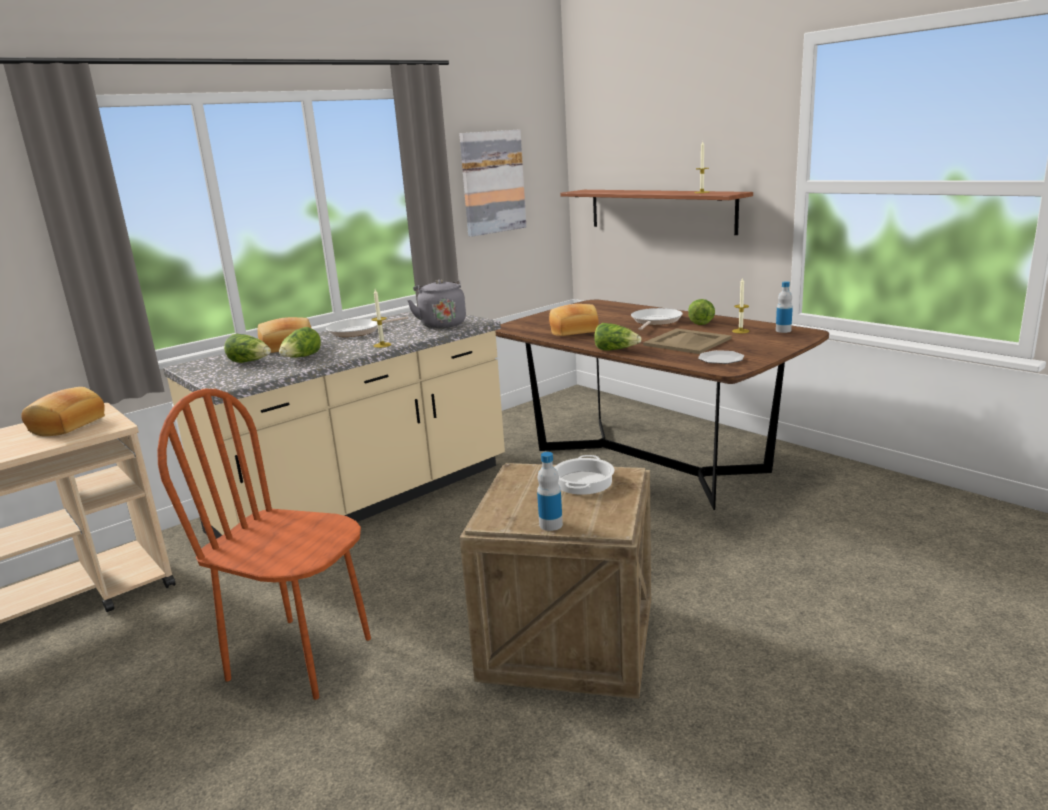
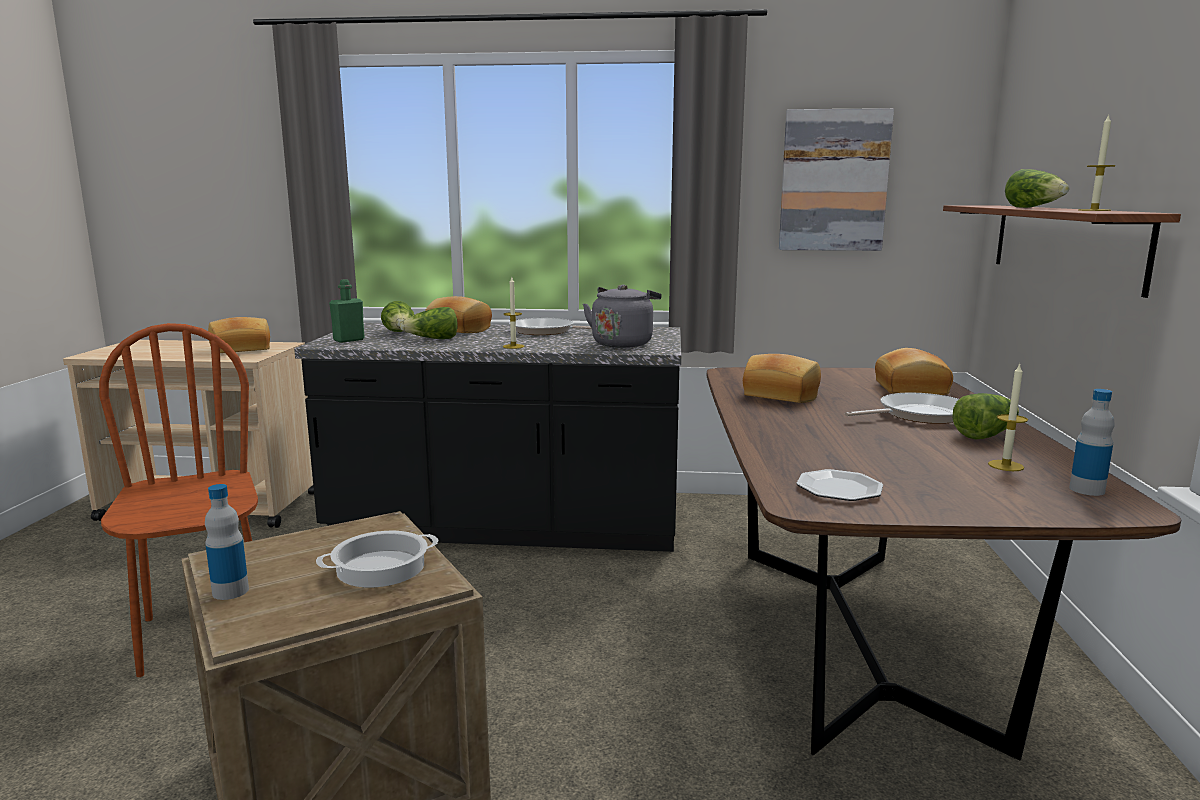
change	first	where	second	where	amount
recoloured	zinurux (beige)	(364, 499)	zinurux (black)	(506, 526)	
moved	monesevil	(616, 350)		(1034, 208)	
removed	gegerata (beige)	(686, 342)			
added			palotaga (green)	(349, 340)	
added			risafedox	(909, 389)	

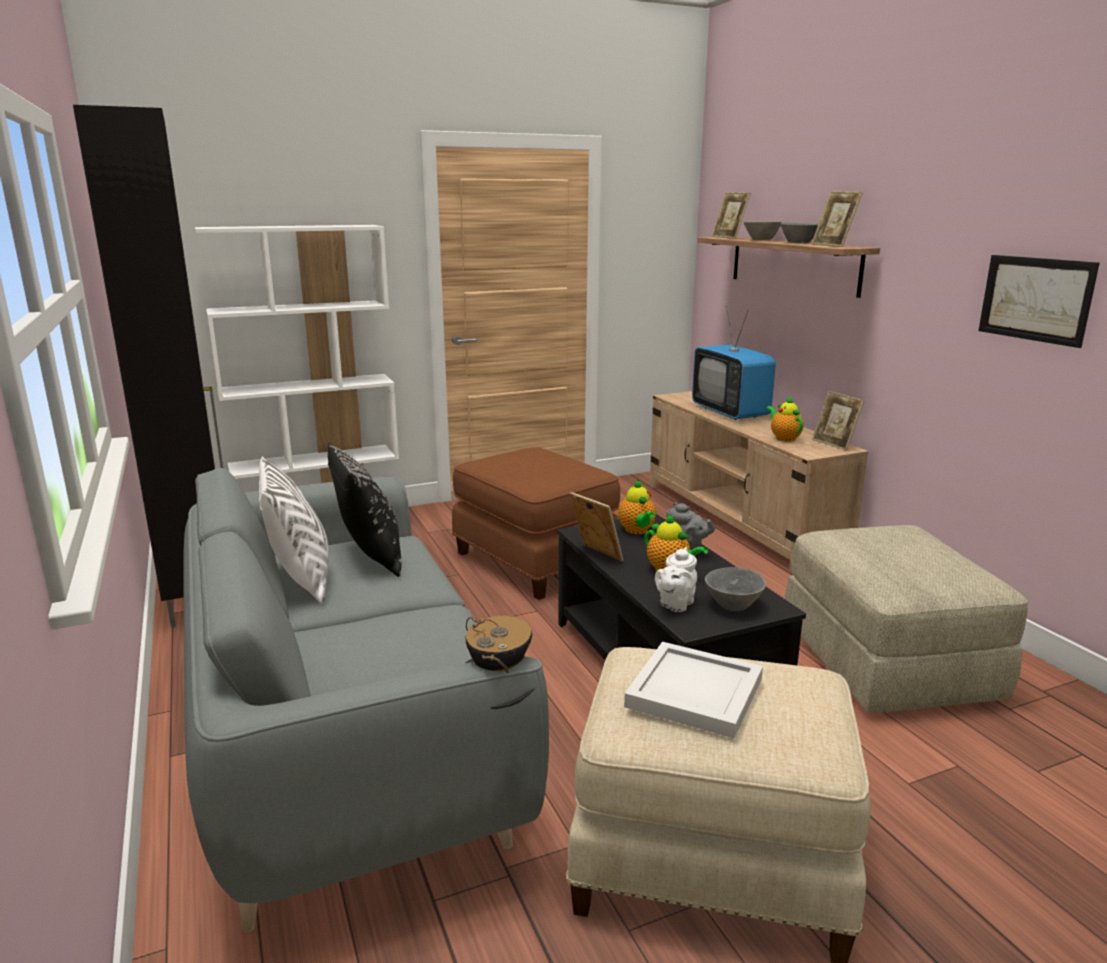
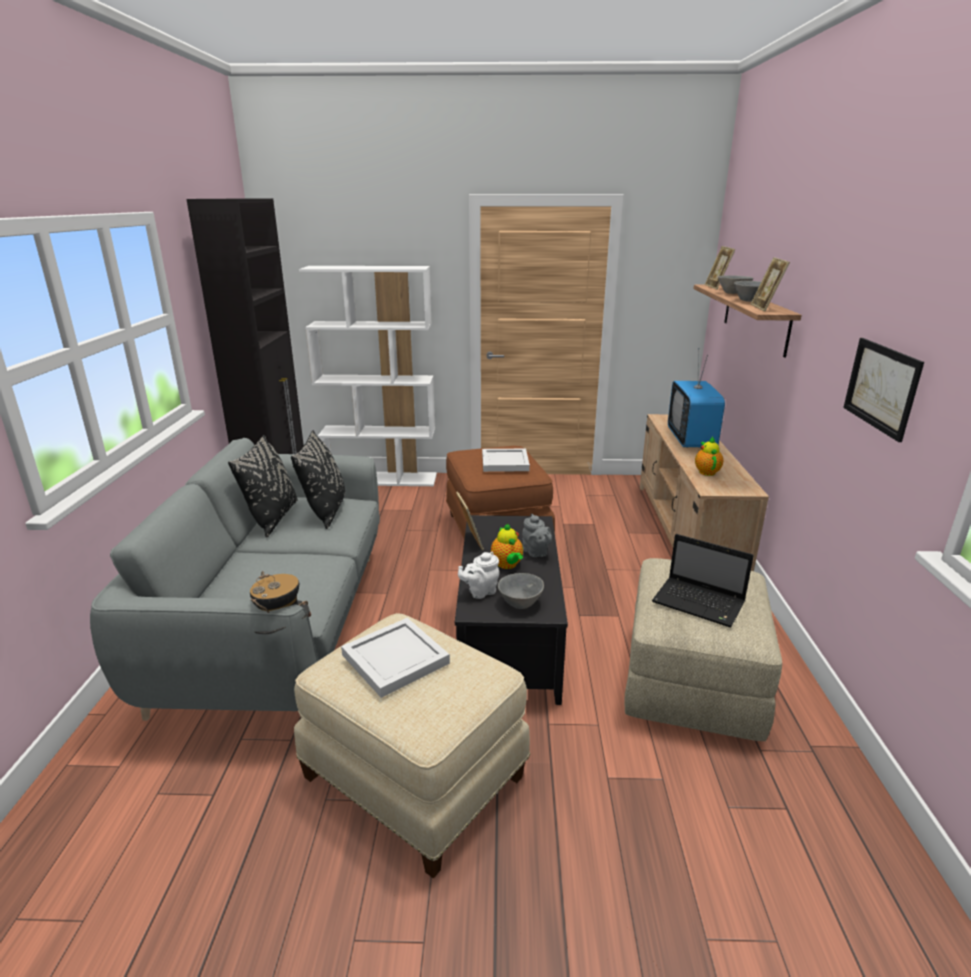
change	first	where	second	where	amount
removed	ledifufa	(834, 444)			
recoloured	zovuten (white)	(301, 579)	zovuten (black)	(273, 518)	
removed	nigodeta	(637, 531)			
added			gegerata (white)	(505, 462)	
added			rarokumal	(700, 603)	

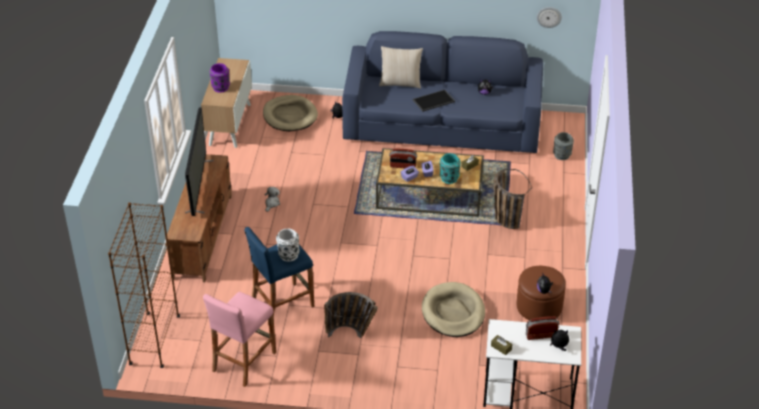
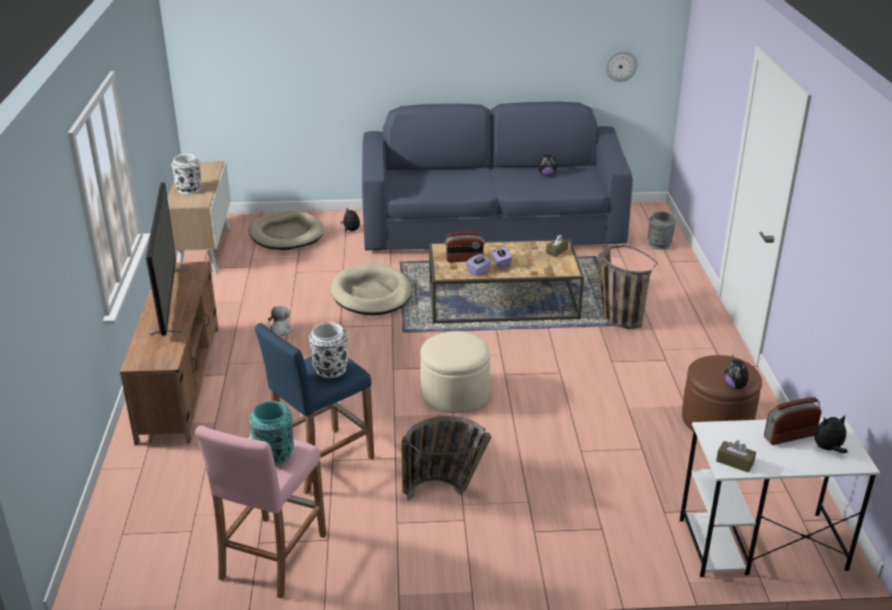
change	first	where	second	where	amount
removed	zovuten (beige)	(400, 83)			
recoloured	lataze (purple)	(220, 87)	lataze (white)	(189, 189)	
removed	gegerata	(433, 101)			
moved	lataze (turquoise)	(449, 178)		(274, 453)	
removed	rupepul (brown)	(154, 341)			
moved	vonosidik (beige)	(453, 312)		(371, 294)	
added			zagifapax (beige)	(455, 393)	

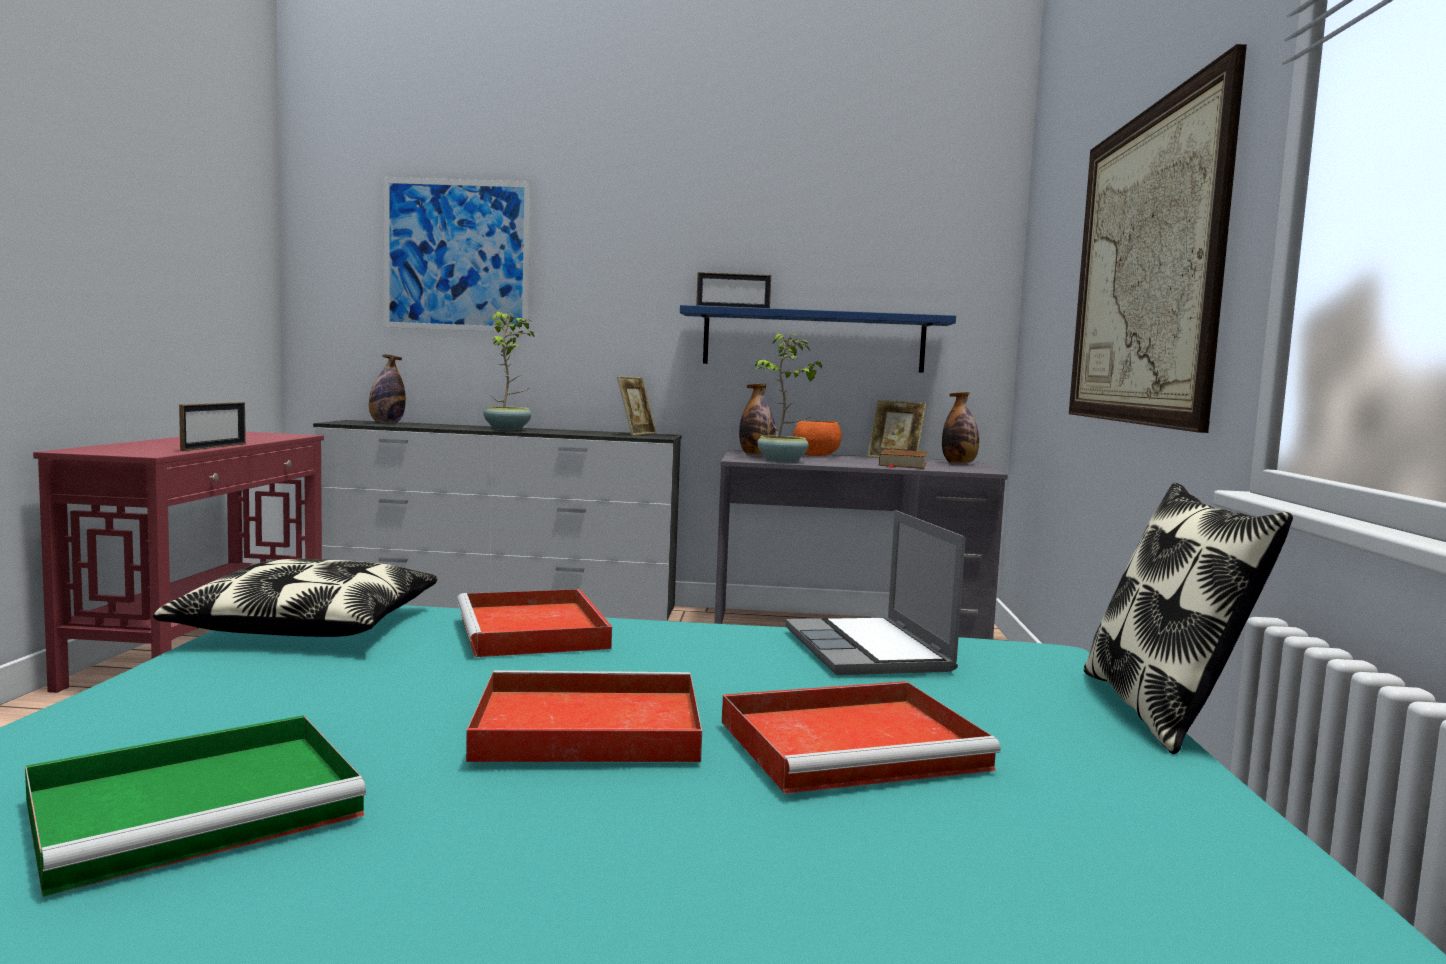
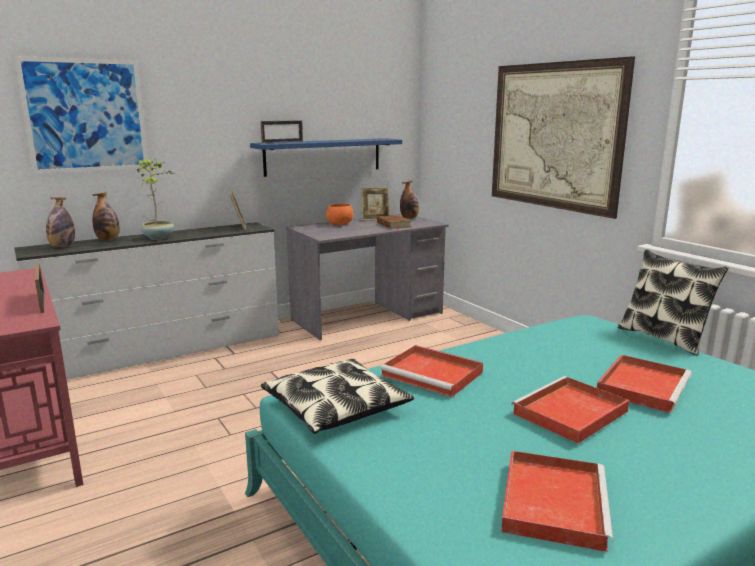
change	first	where	second	where	amount
removed	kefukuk	(783, 461)			
moved	palotaga	(756, 455)		(108, 239)	
removed	rarokumal	(870, 651)			
recoloured	gegerata (green)	(202, 806)	gegerata (red)	(553, 501)	

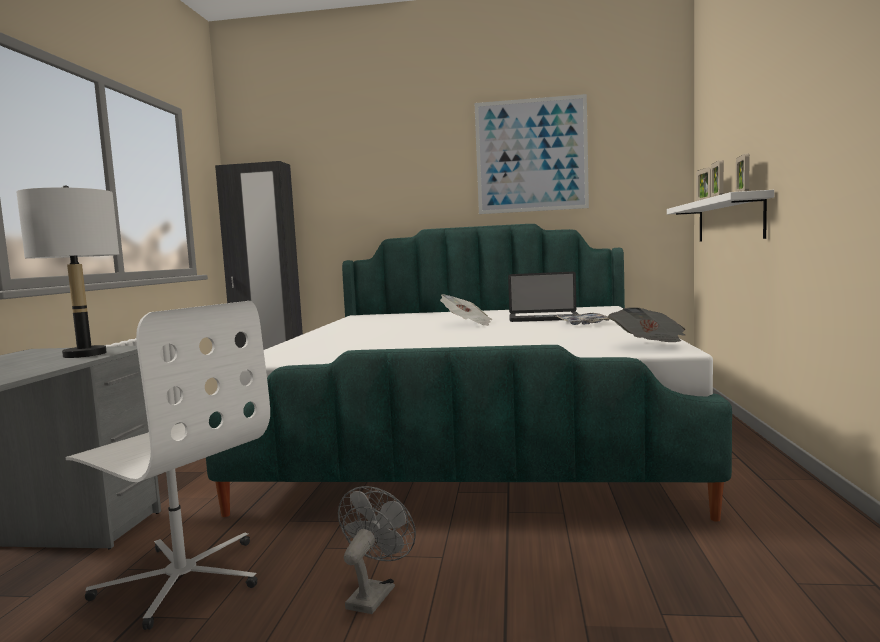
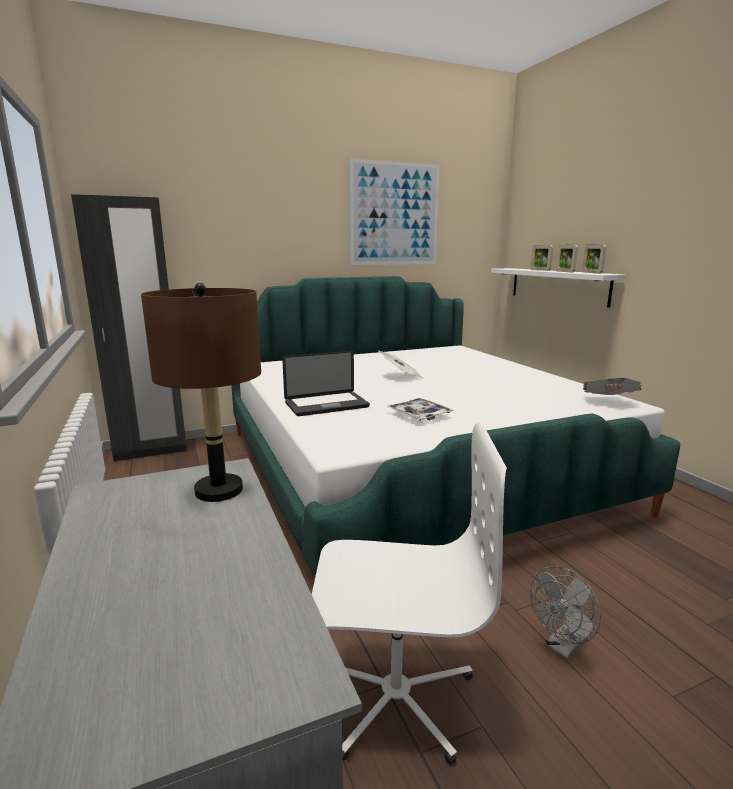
change	first	where	second	where	amount
recoloured	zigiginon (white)	(84, 354)	zigiginon (brown)	(218, 491)	
moved	rarokumal	(543, 318)		(326, 405)	
moved	gegerata	(582, 324)		(419, 415)	
turned	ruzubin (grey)	(374, 593)		(562, 647)	120 degrees counterclockwise

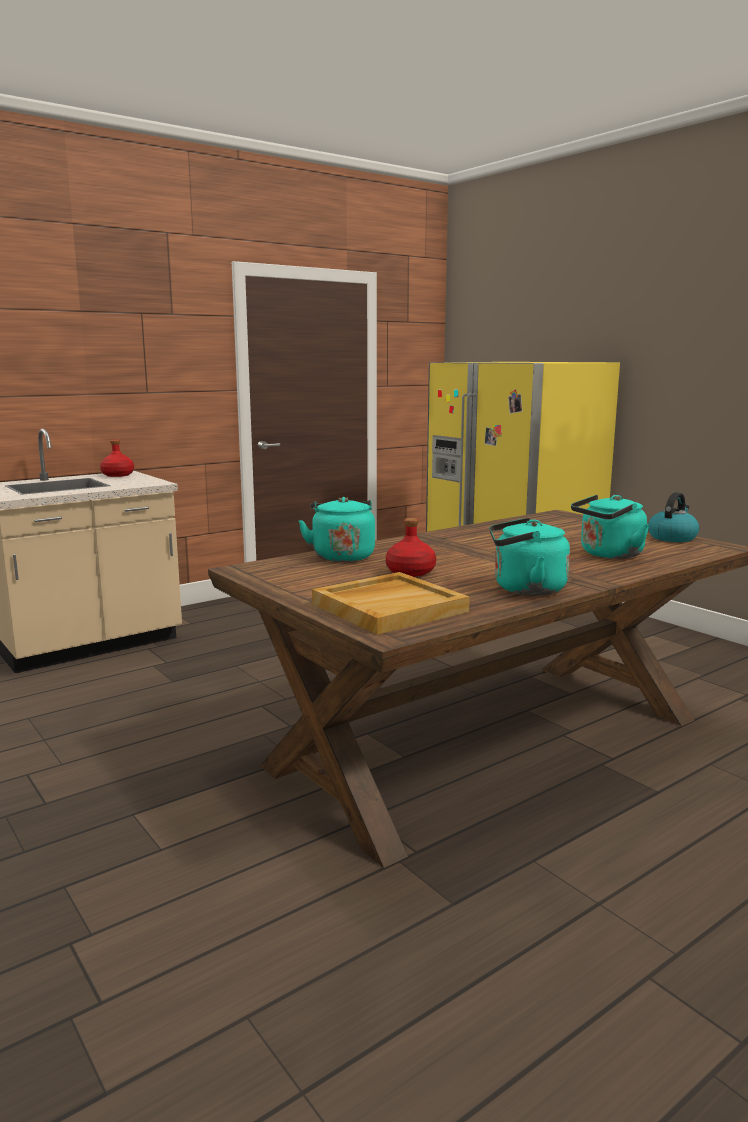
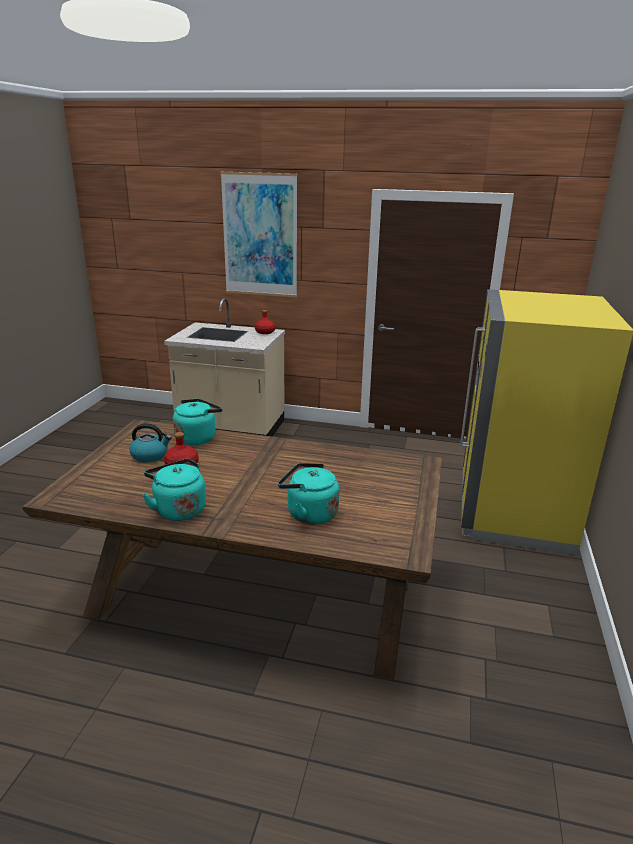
change	first	where	second	where	amount
moved	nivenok	(672, 537)		(150, 455)	
removed	gegerata (beige)	(389, 607)			
added			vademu	(260, 235)	

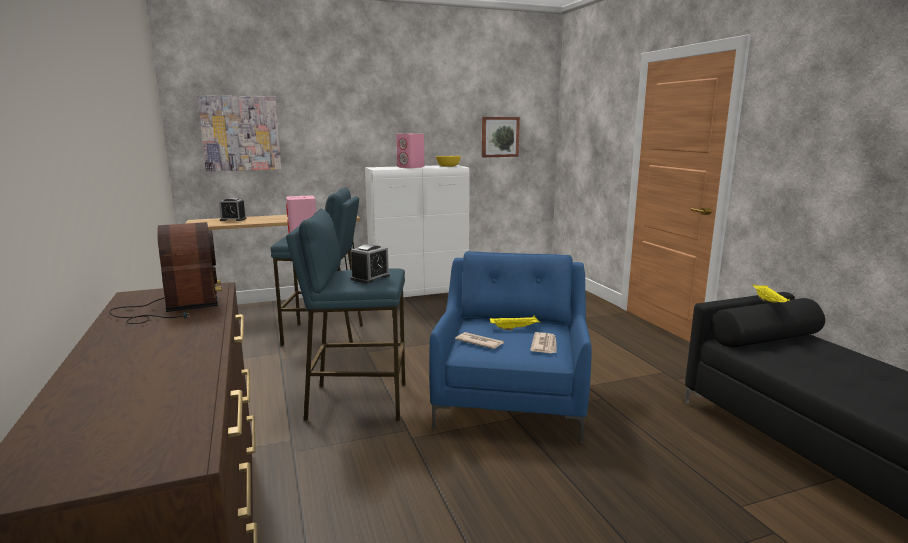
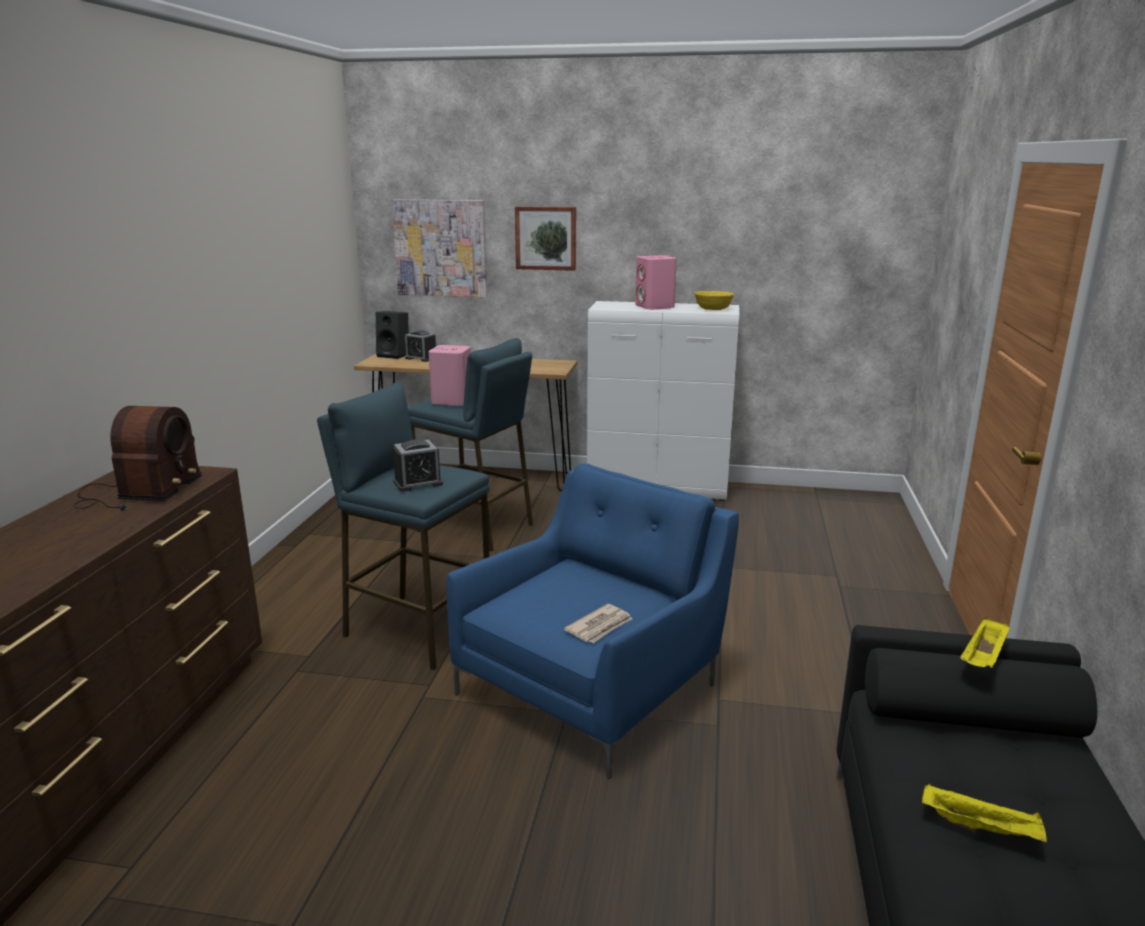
change	first	where	second	where	amount
moved	vademu	(499, 137)		(546, 238)	
moved	gegerata (yellow)	(514, 328)		(981, 828)	
removed	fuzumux	(479, 342)			
added			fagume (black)	(394, 355)	

